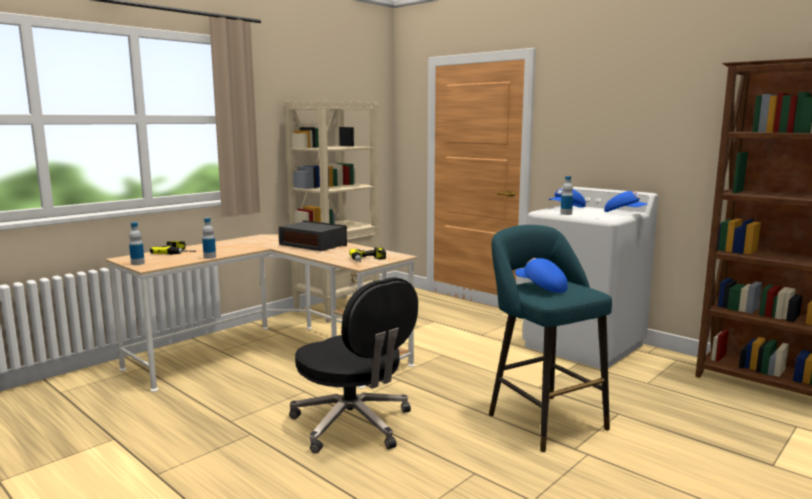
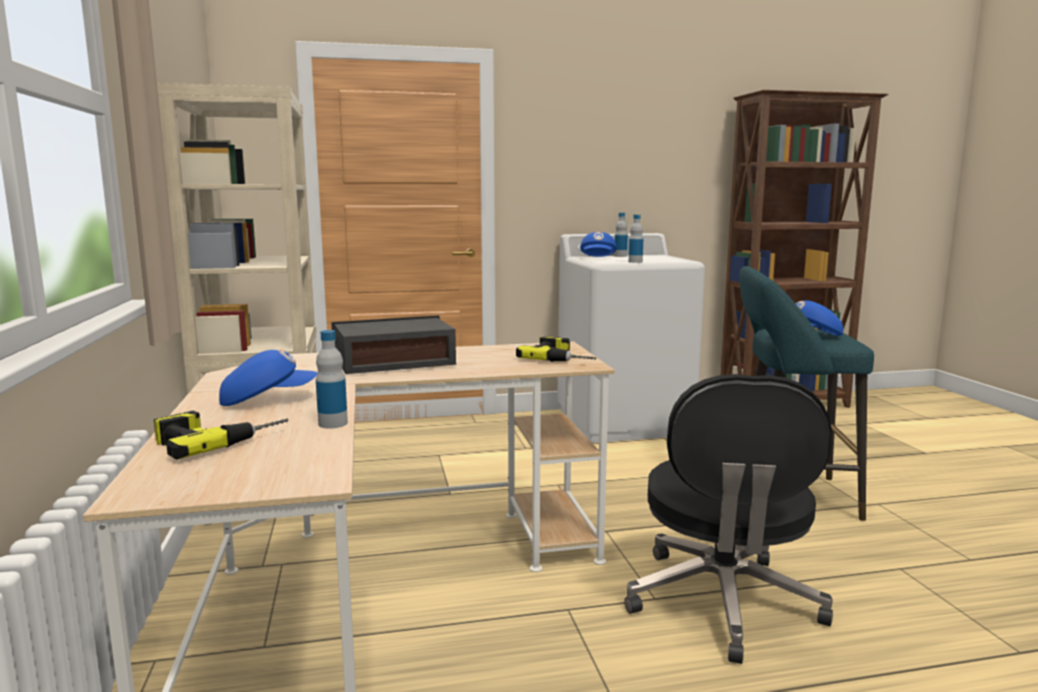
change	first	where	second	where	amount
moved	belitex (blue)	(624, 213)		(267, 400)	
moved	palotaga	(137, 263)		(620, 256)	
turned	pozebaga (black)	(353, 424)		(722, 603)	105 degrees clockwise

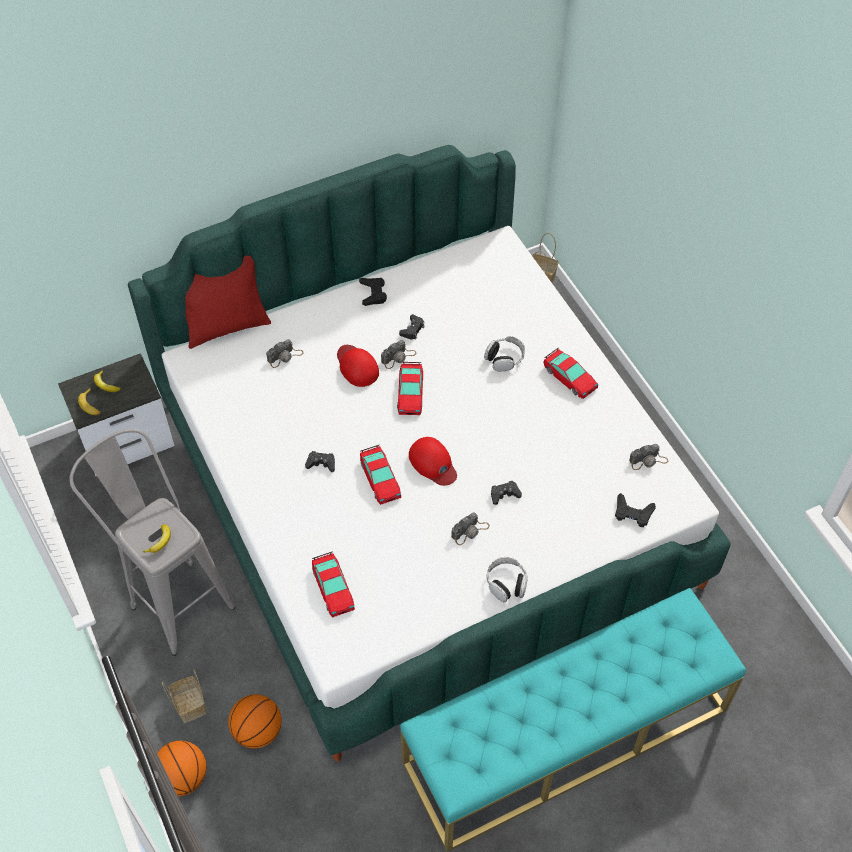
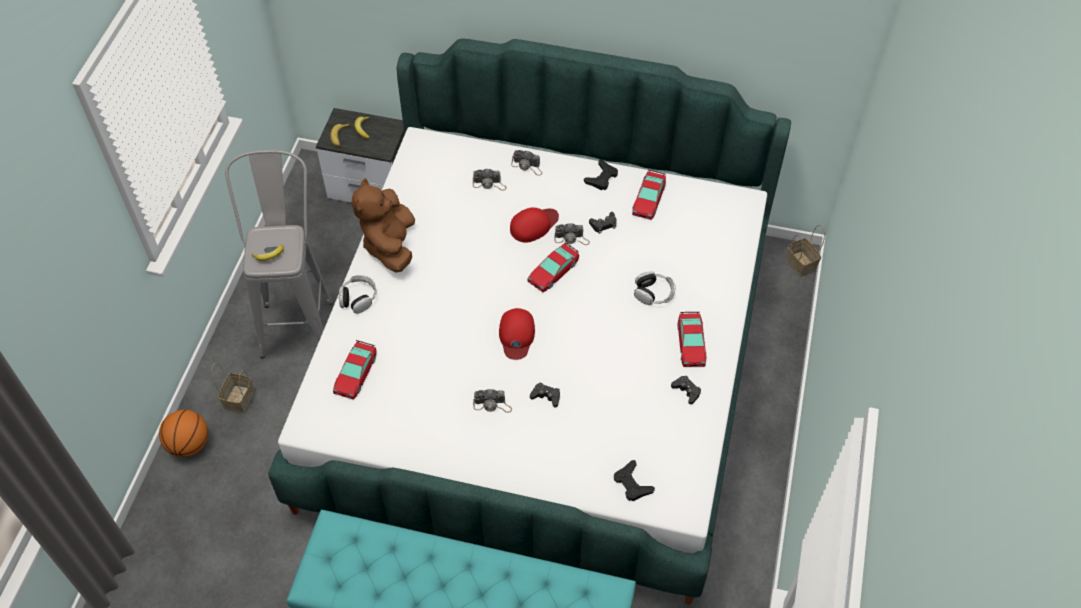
change	first	where	second	where	amount
removed	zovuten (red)	(227, 327)			
turned	belitex (red)	(357, 366)		(534, 225)	45 degrees clockwise
moved	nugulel	(648, 460)		(527, 166)	
moved	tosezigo	(380, 479)		(648, 199)	
moved	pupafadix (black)	(321, 463)		(686, 391)	
moved	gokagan	(506, 583)		(358, 298)	
removed	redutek	(257, 731)			
added			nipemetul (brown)	(390, 245)	

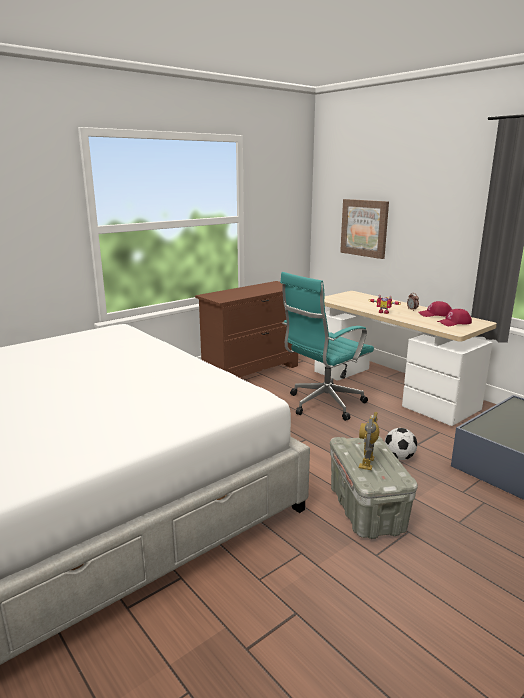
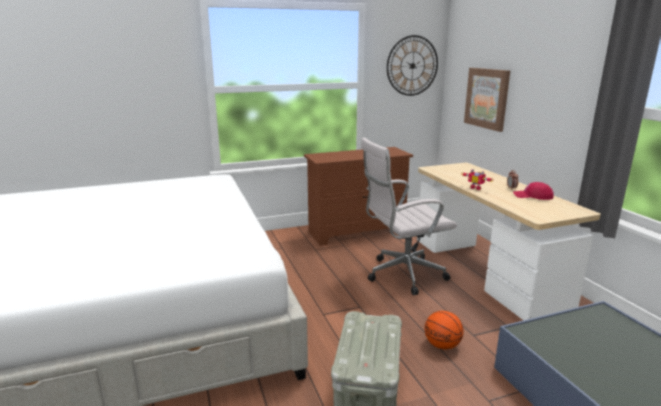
change	first	where	second	where	amount
recoloured	pozebaga (turquoise)	(323, 404)	pozebaga (white)	(402, 275)	
removed	belitex (red)	(454, 323)			
removed	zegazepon	(367, 462)			
replaced	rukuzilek	(399, 457)	redutek	(442, 345)	
added			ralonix	(412, 66)	

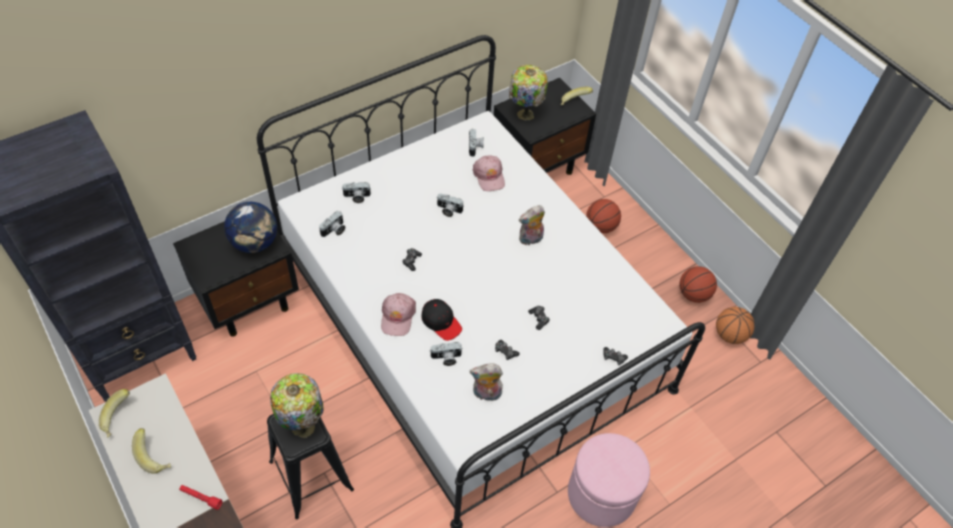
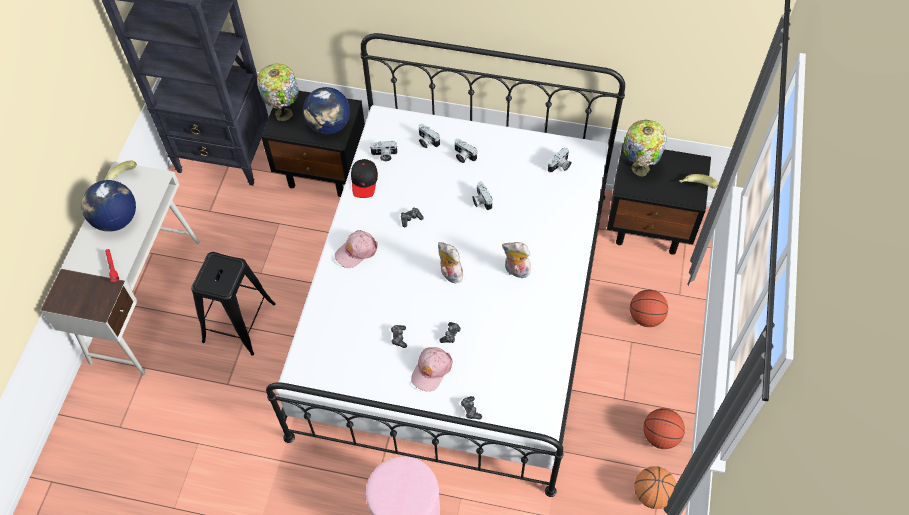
change	first	where	second	where	amount
moved	belitex (pink)	(489, 176)		(431, 370)	
moved	belitex (black)	(441, 322)		(364, 181)	
moved	nugulel	(446, 358)		(463, 156)	
moved	nipemetul	(486, 394)		(449, 274)	
moved	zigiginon	(303, 425)		(284, 113)	
replaced	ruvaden	(155, 456)	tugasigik	(116, 220)	

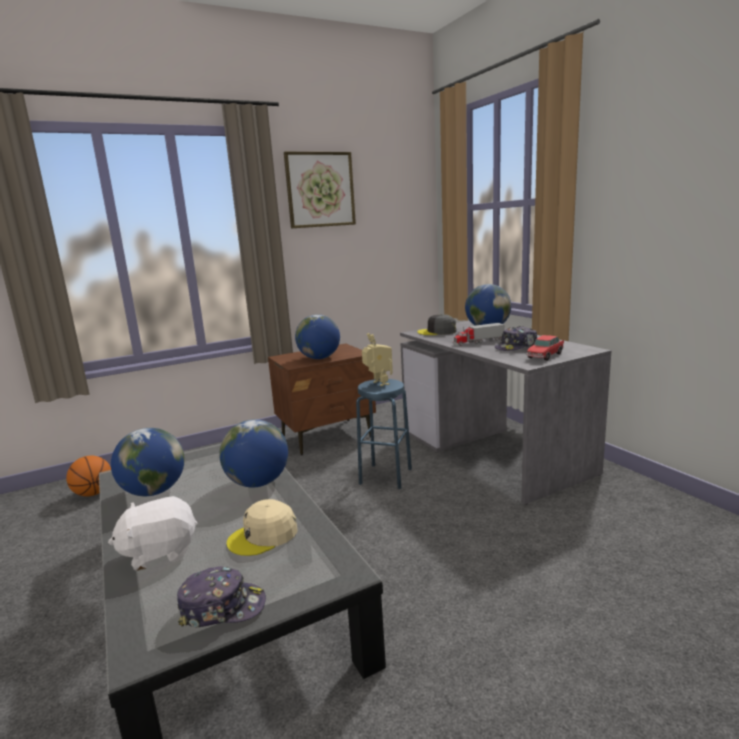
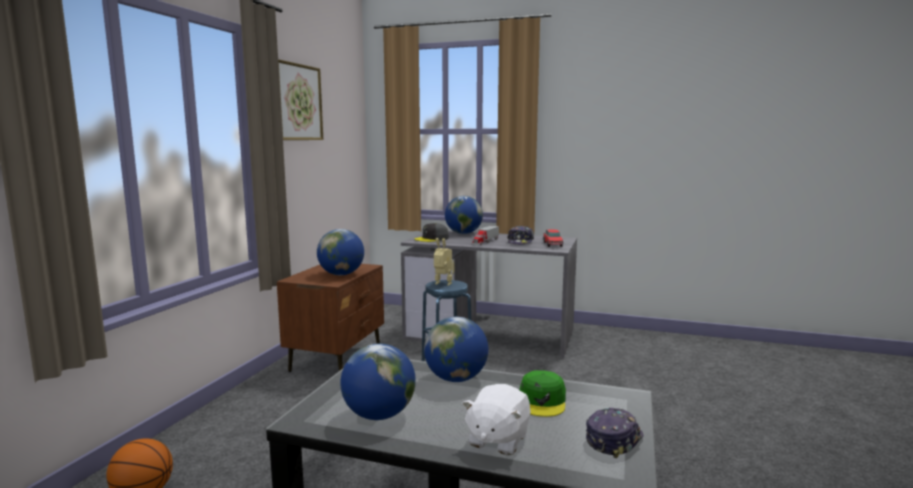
change	first	where	second	where	amount
recoloured	belitex (beige)	(263, 536)	belitex (green)	(542, 401)	

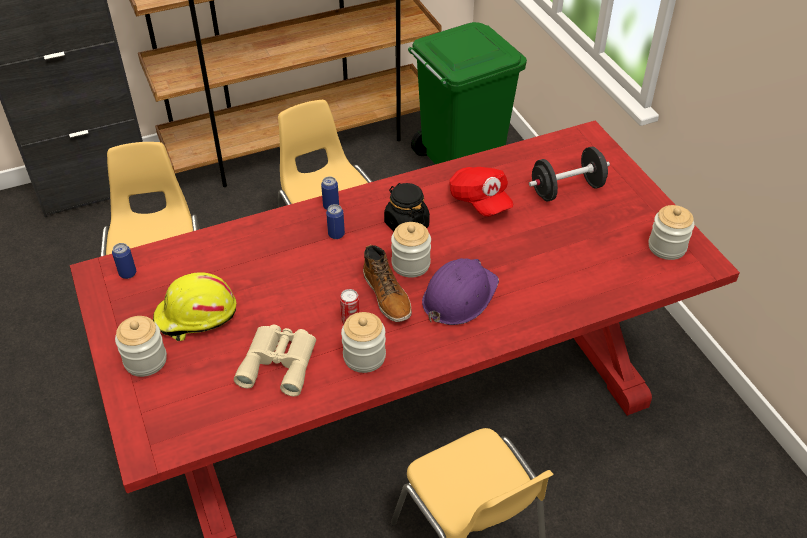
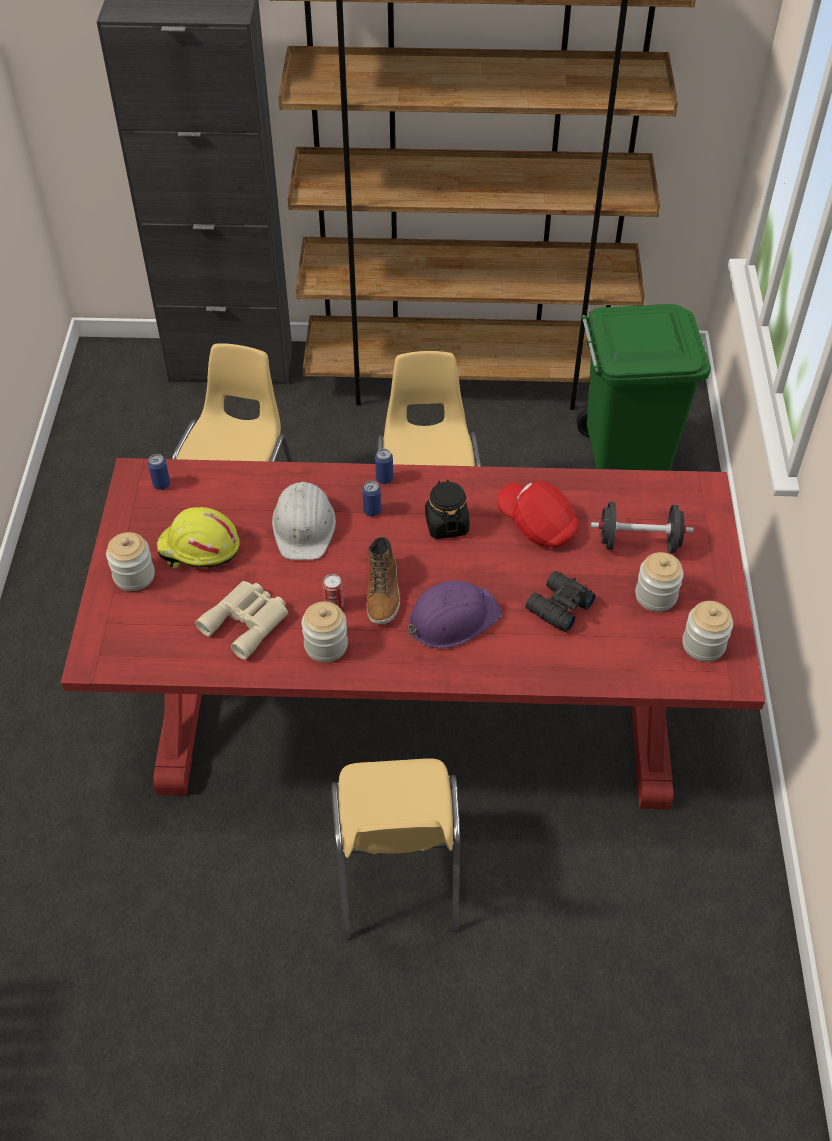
change	first	where	second	where	amount
turned	belitex (red)	(480, 201)		(537, 524)	135 degrees clockwise
moved	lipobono	(410, 264)		(655, 596)	
added			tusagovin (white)	(304, 526)	
added			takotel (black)	(557, 607)	

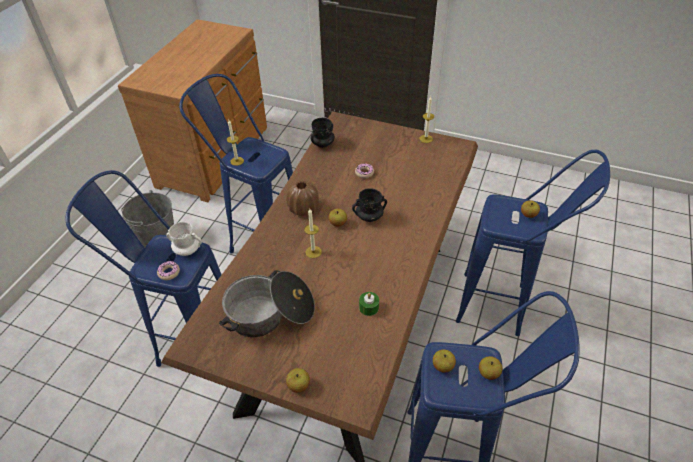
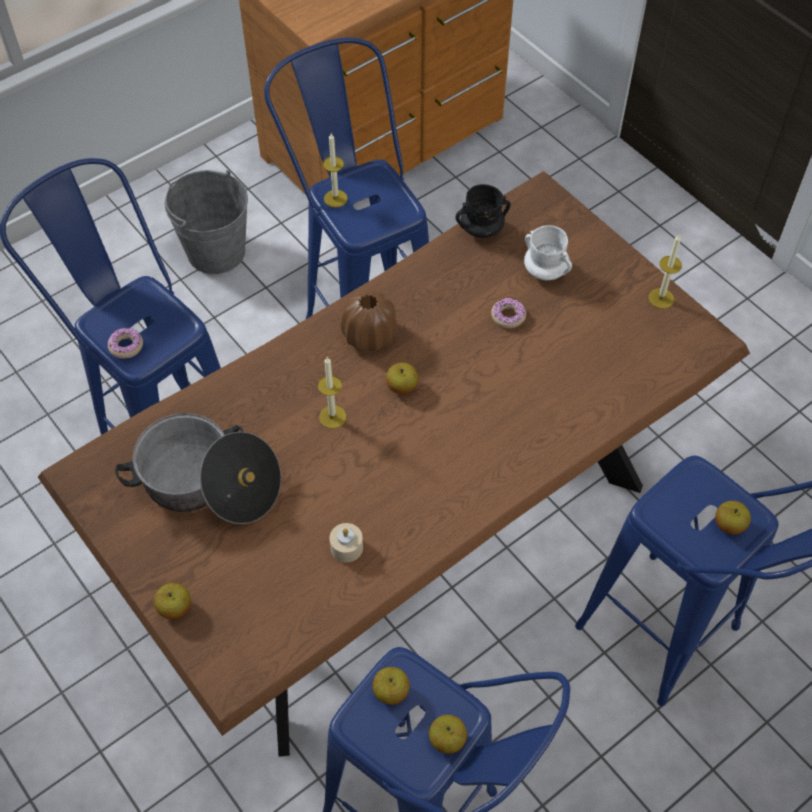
change	first	where	second	where	amount
removed	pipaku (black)	(369, 217)			
moved	pipaku (white)	(187, 250)		(545, 271)	
recoloured	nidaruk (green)	(369, 307)	nidaruk (beige)	(346, 547)	

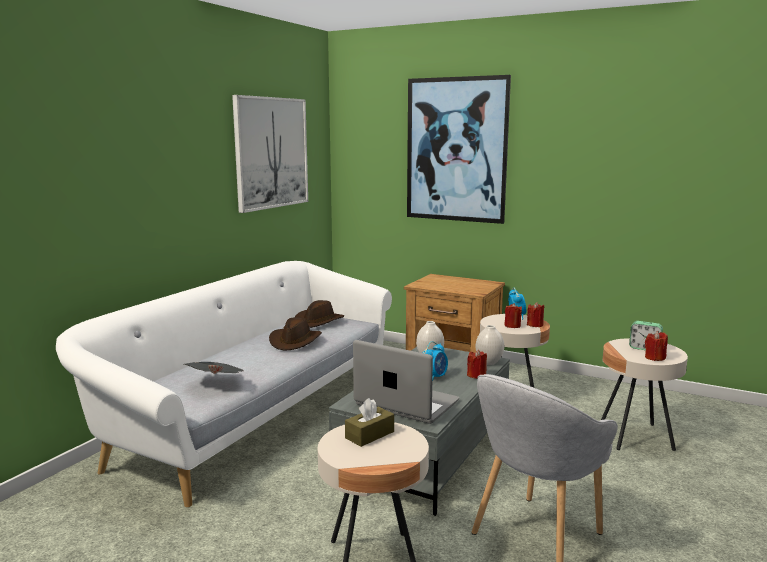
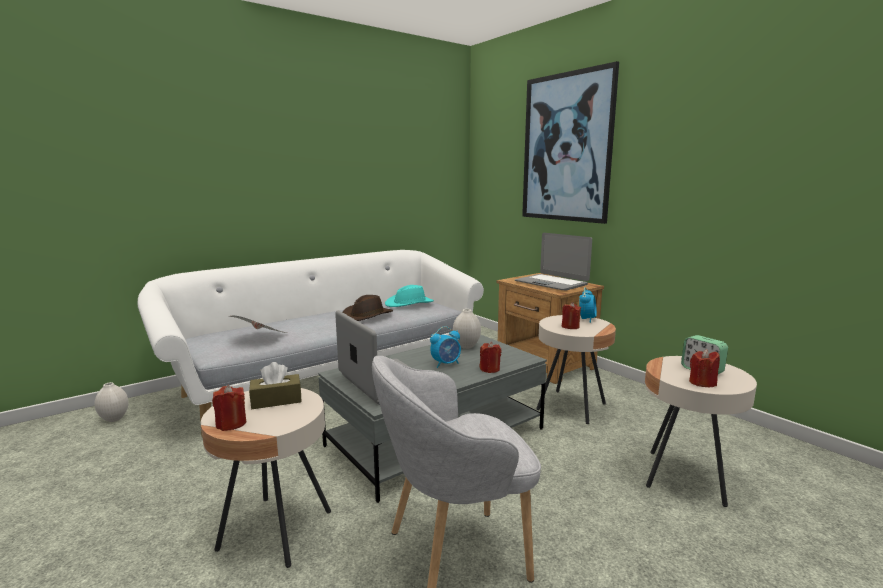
change	first	where	second	where	amount
removed	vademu	(271, 153)			
recoloured	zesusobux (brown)	(318, 321)	zesusobux (turquoise)	(409, 303)	
moved	nidaruk (red)	(535, 325)		(231, 424)	
moved	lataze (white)	(489, 362)		(115, 419)	
added			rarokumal	(551, 283)	

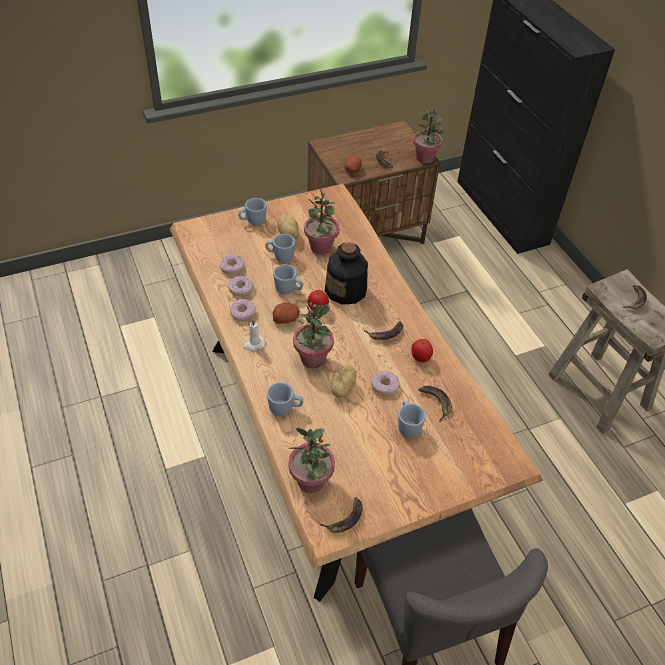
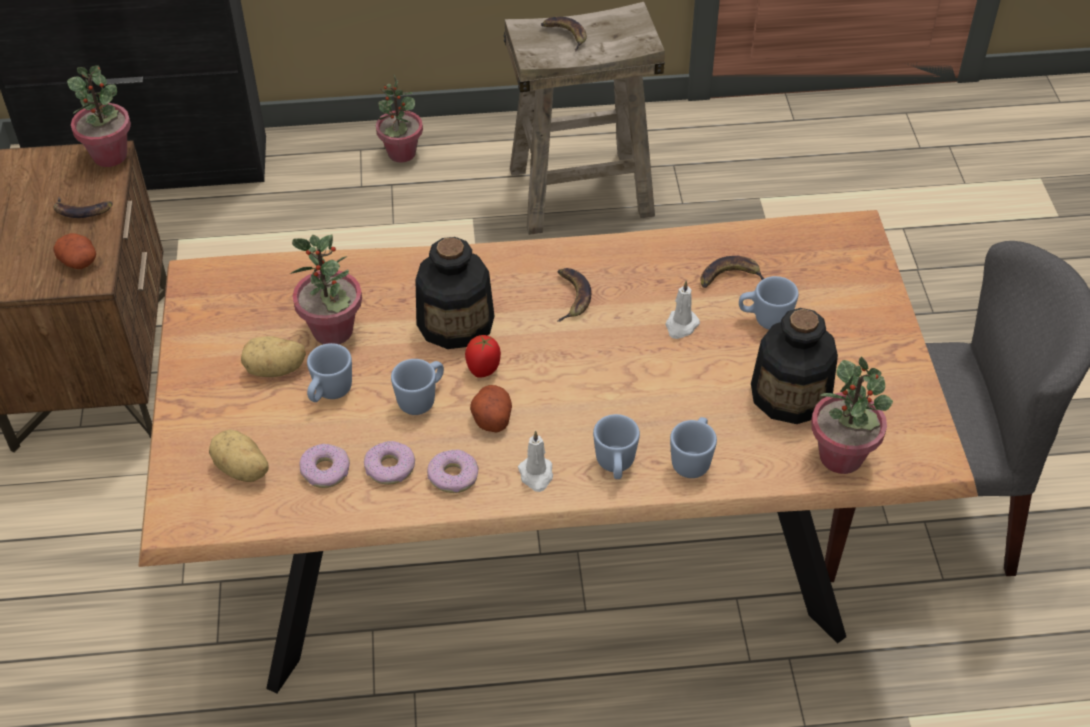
change	first	where	second	where	amount
moved	pipaku (blue)	(253, 221)		(615, 466)	
moved	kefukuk	(312, 359)		(401, 153)	
removed	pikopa	(420, 358)			
moved	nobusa	(341, 388)		(241, 470)	
replaced	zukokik	(384, 386)	nidaruk (white)	(681, 326)	
removed	ruvaden	(345, 518)			
added			palotaga	(791, 394)	

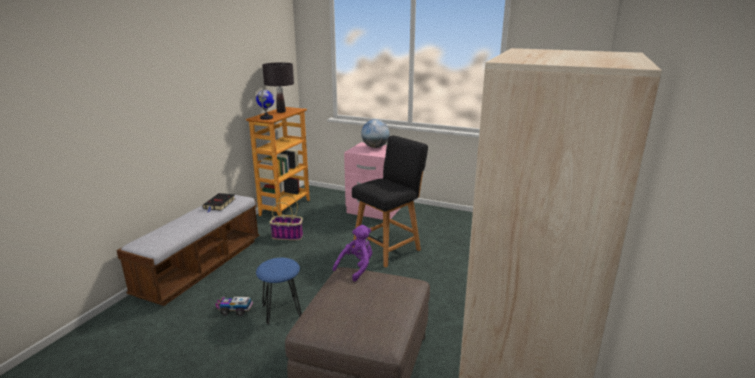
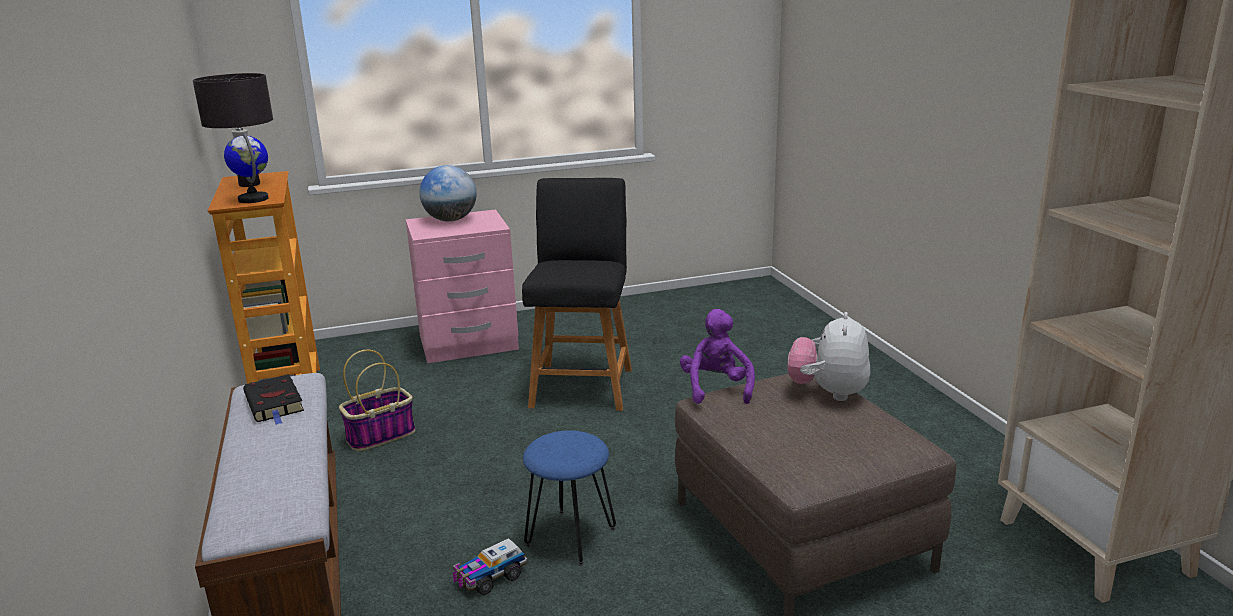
change	first	where	second	where	amount
added			nipemetul	(828, 393)	

